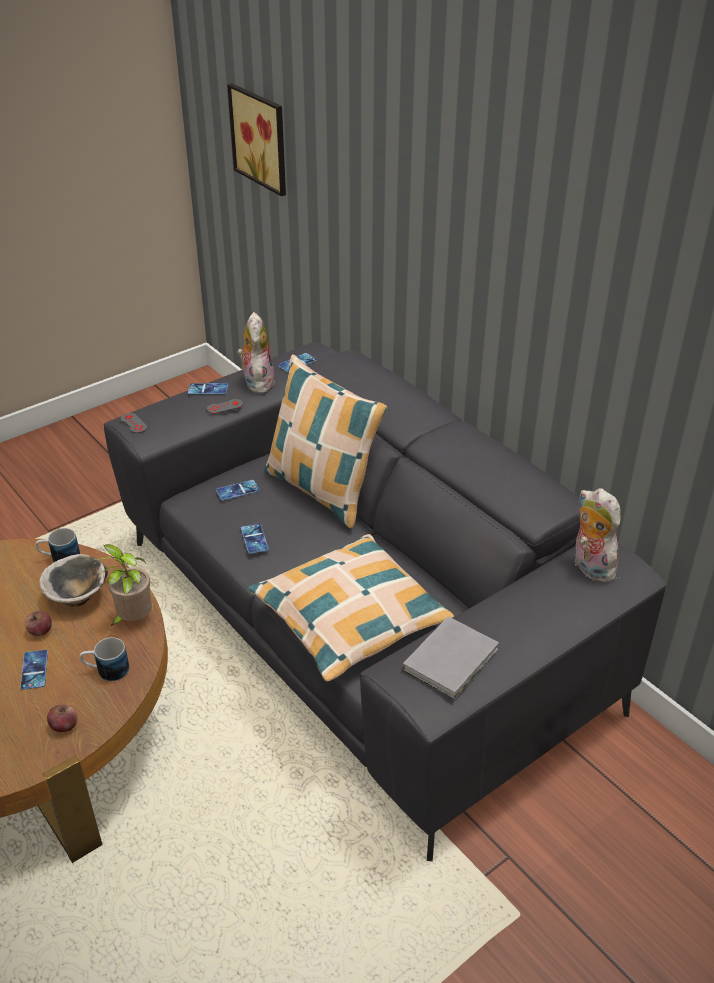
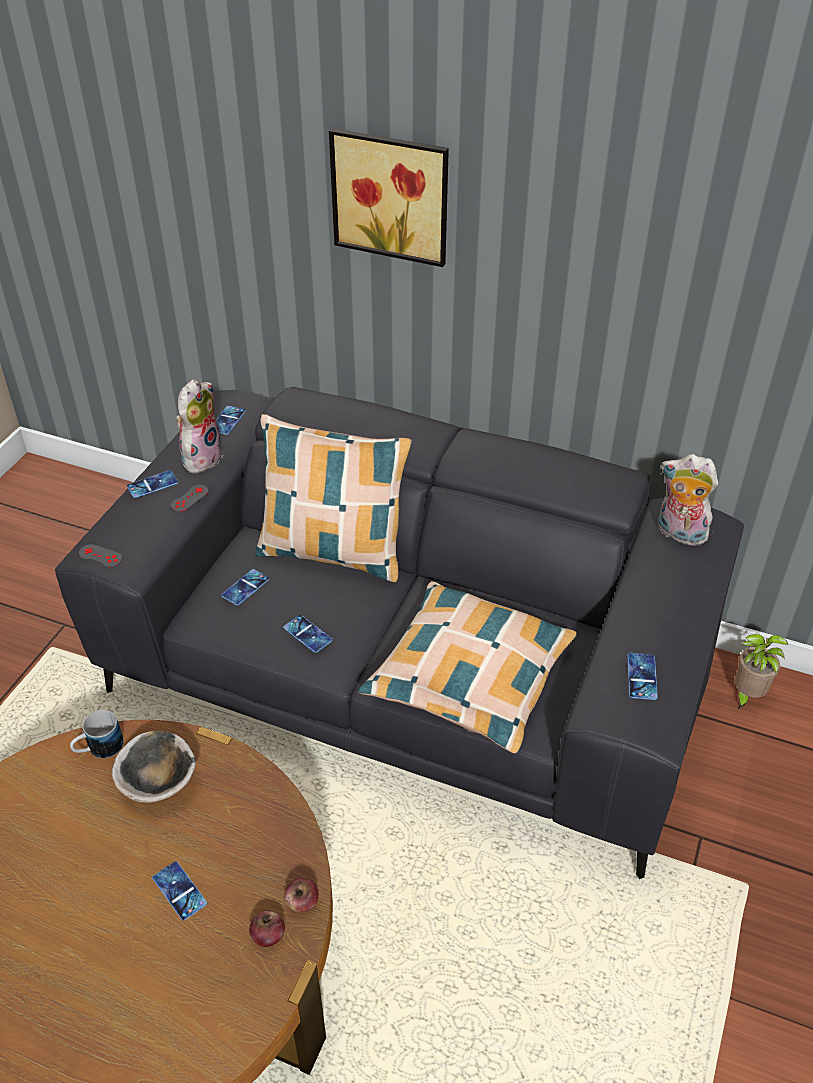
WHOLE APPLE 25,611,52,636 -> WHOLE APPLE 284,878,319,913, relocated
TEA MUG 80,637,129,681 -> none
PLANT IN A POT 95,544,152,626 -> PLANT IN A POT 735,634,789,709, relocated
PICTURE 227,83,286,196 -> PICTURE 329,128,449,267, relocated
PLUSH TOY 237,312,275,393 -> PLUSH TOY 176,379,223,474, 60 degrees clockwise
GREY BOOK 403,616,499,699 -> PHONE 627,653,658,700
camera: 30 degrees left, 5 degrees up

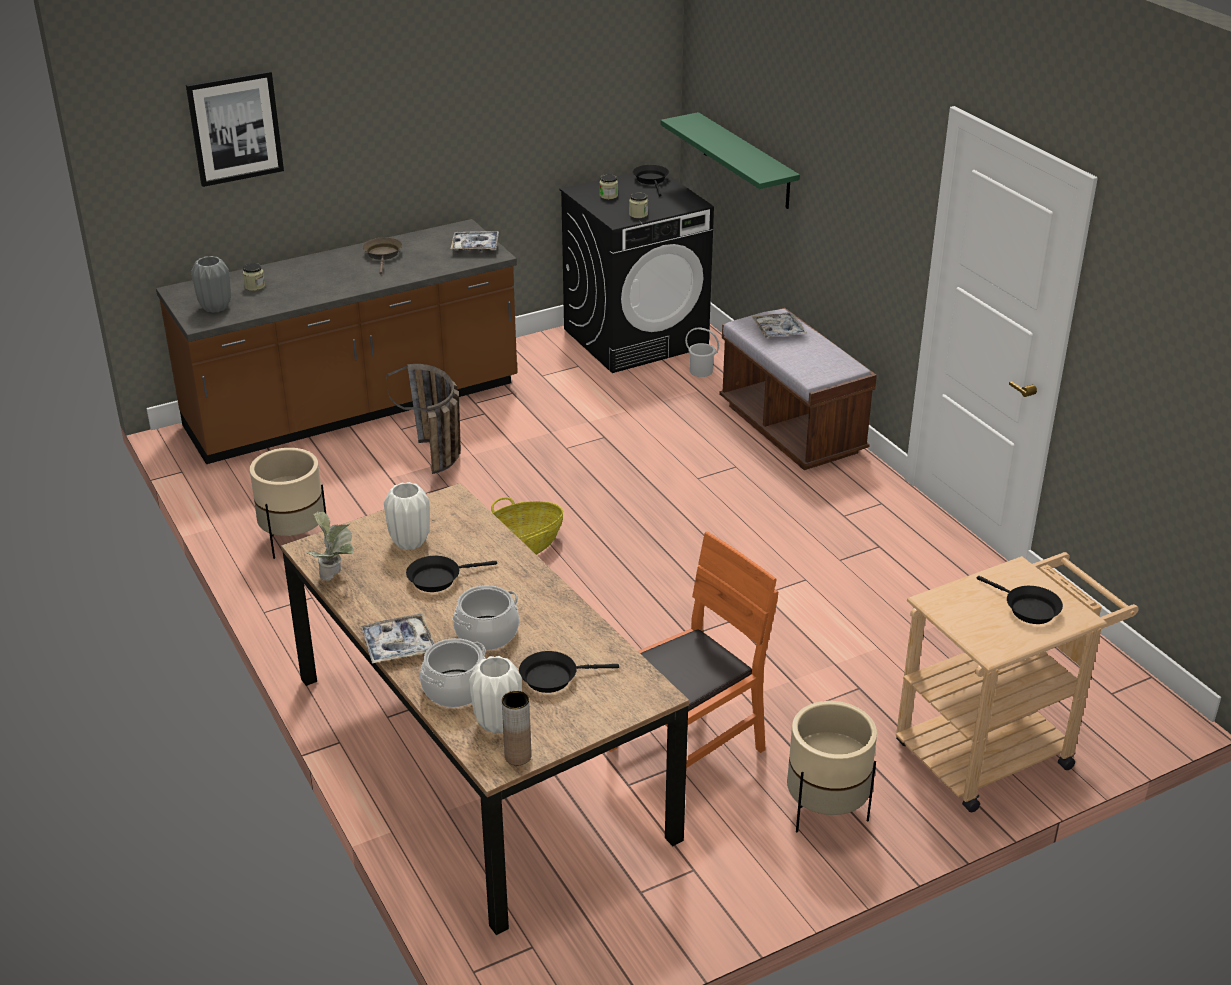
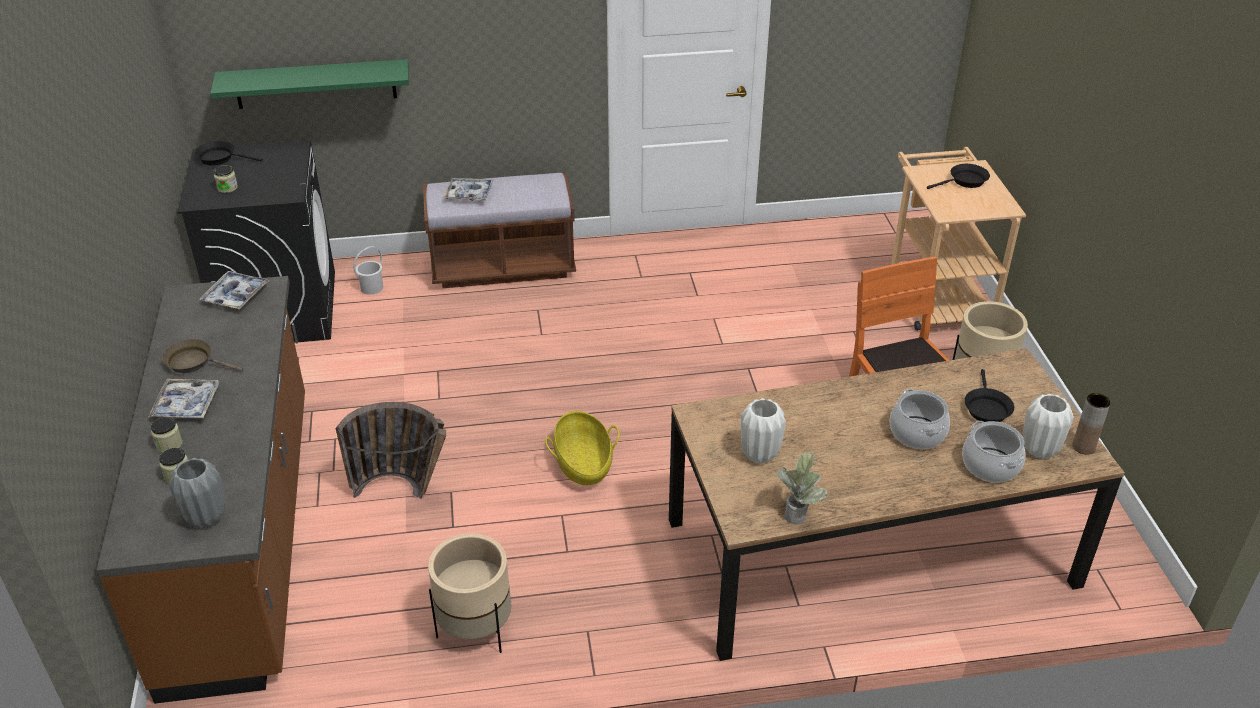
PICTURE 186,71,284,187 -> none
CARRYING TRAY 360,613,435,664 -> CARRYING TRAY 148,379,219,418, relocated
BLACK-COLOURED SKILLET 406,556,497,592 -> none
JAR 629,193,648,218 -> JAR 151,417,183,453, relocated
camera: 70 degrees left, 5 degrees up

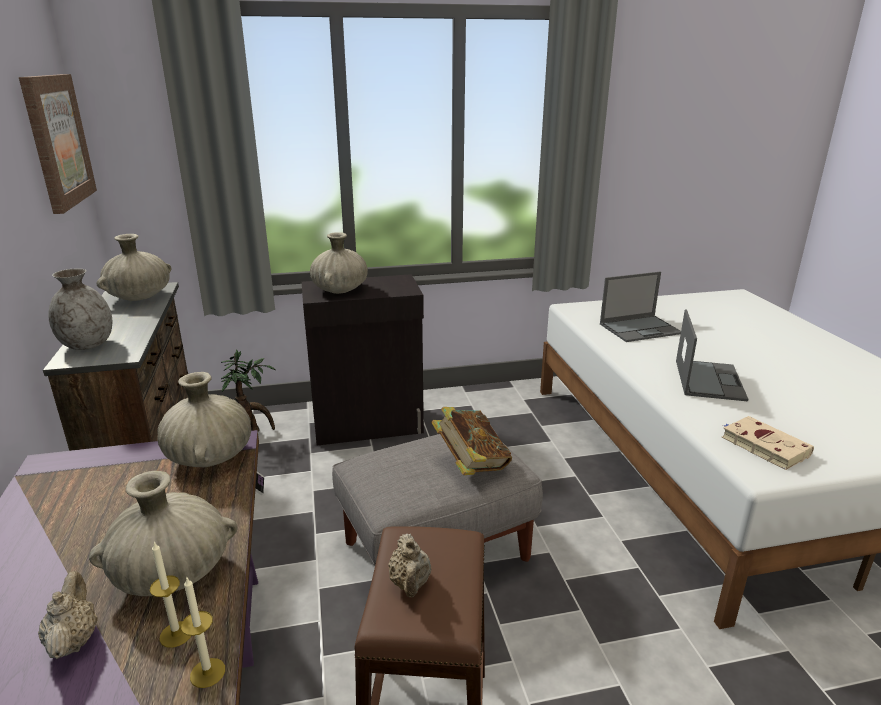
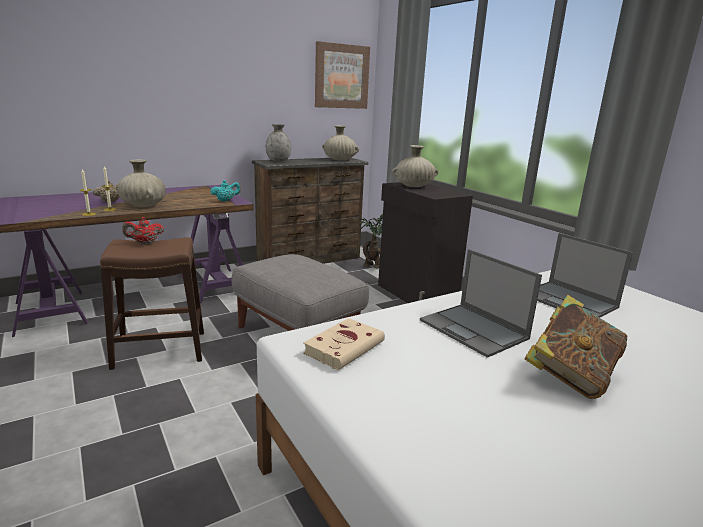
SAND-COLOURED FLOWER VASE 157,372,251,467 -> BLUE-GREEN TEAPOT 210,180,241,201
SAND-COLOURED TEAPOT 388,534,431,597 -> RED-COLOURED TEAPOT 122,217,164,244
BOOK 431,407,512,475 -> BOOK 524,295,627,399, relocated
NOTEBOOK COMPUTER 676,310,748,401 -> NOTEBOOK COMPUTER 420,249,542,358, 60 degrees clockwise
camera: 70 degrees right, 5 degrees down

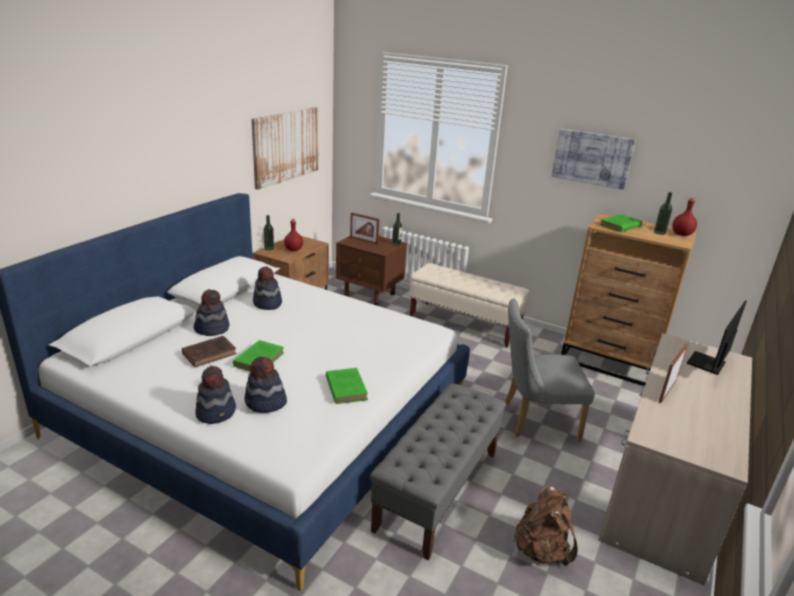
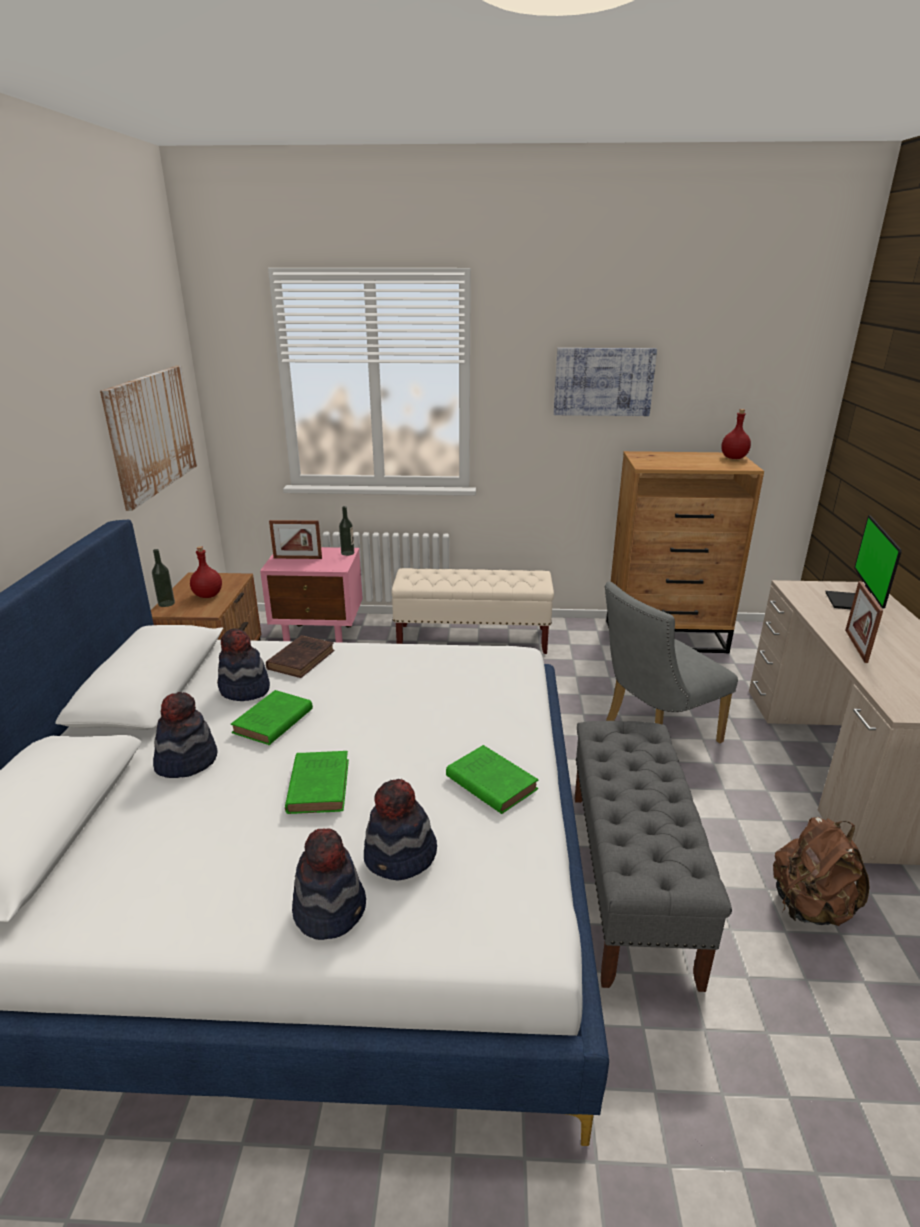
BROWN BOOK 182,336,237,367 -> BROWN BOOK 266,635,335,678, relocated
BROWN BEDSIDE TABLE 336,236,407,306 -> PINKISH BEDSIDE TABLE 260,547,363,643
GREEN BOOK 600,214,642,232 -> GREEN BOOK 231,690,313,745, relocated
DRINK BOTTLE 654,192,672,235 -> none
camera: 25 degrees left, 0 degrees up

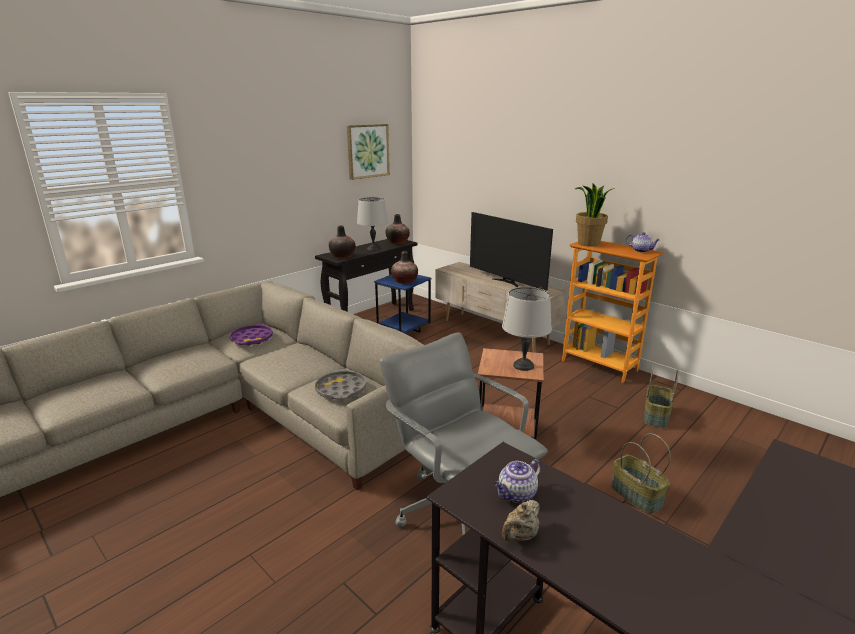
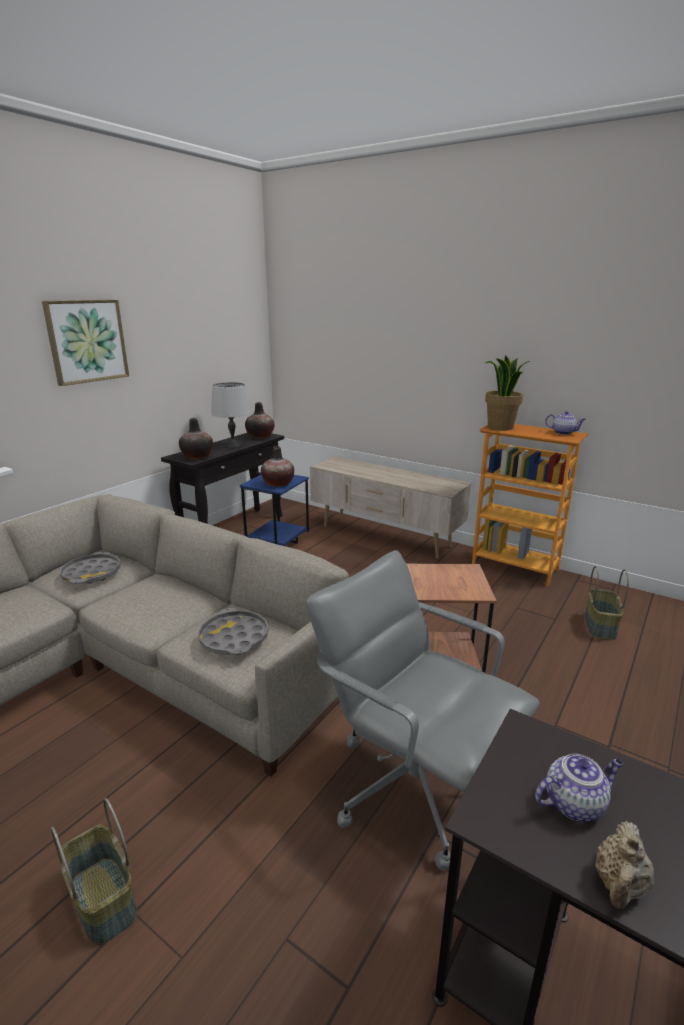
PURPLE CARRYING TRAY 229,324,273,346 -> GREY CARRYING TRAY 60,552,120,584
PICTURE 347,124,390,180 -> PICTURE 42,300,129,386, relocated
TELEVISION 470,212,553,291 -> none
TEAPOT 494,459,542,503 -> TEAPOT 535,754,623,821, 150 degrees counterclockwise
GREY LAMP FOR A TABLE 502,287,552,371 -> none
HOUSEHOLD BASKET 611,434,671,514 -> HOUSEHOLD BASKET 51,798,137,945, relocated
camera: 10 degrees left, 0 degrees up

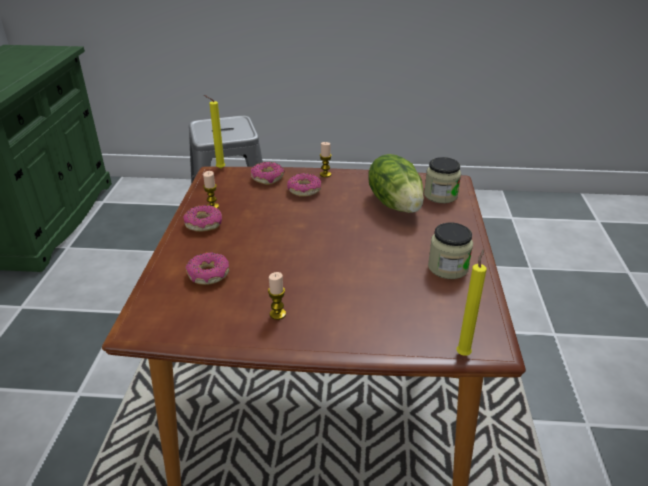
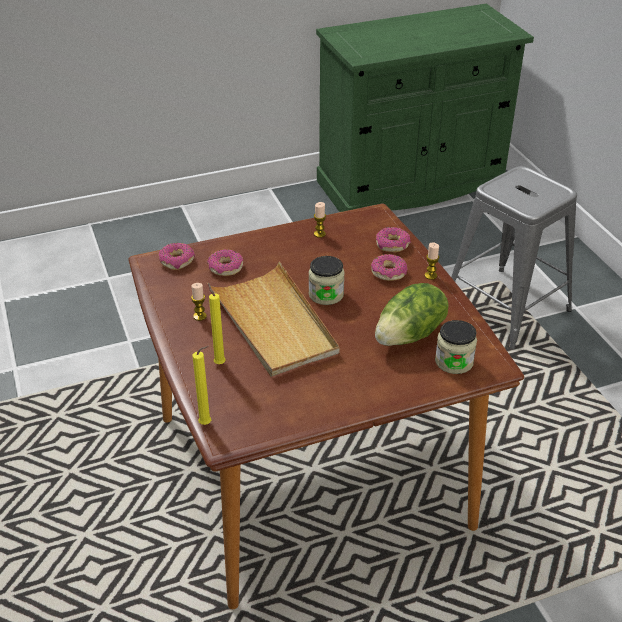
DONUT 183,205,222,232 -> DONUT 159,243,195,270, relocated
YELLOW-COLOURED WAX LIGHT 204,95,225,169 -> YELLOW-COLOURED WAX LIGHT 208,283,226,364, relocated
JAR 428,223,473,279 -> JAR 309,256,345,305, relocated
none -> SAND-COLOURED CARRYING TRAY 207,261,340,377
camera: 65 degrees right, 5 degrees up

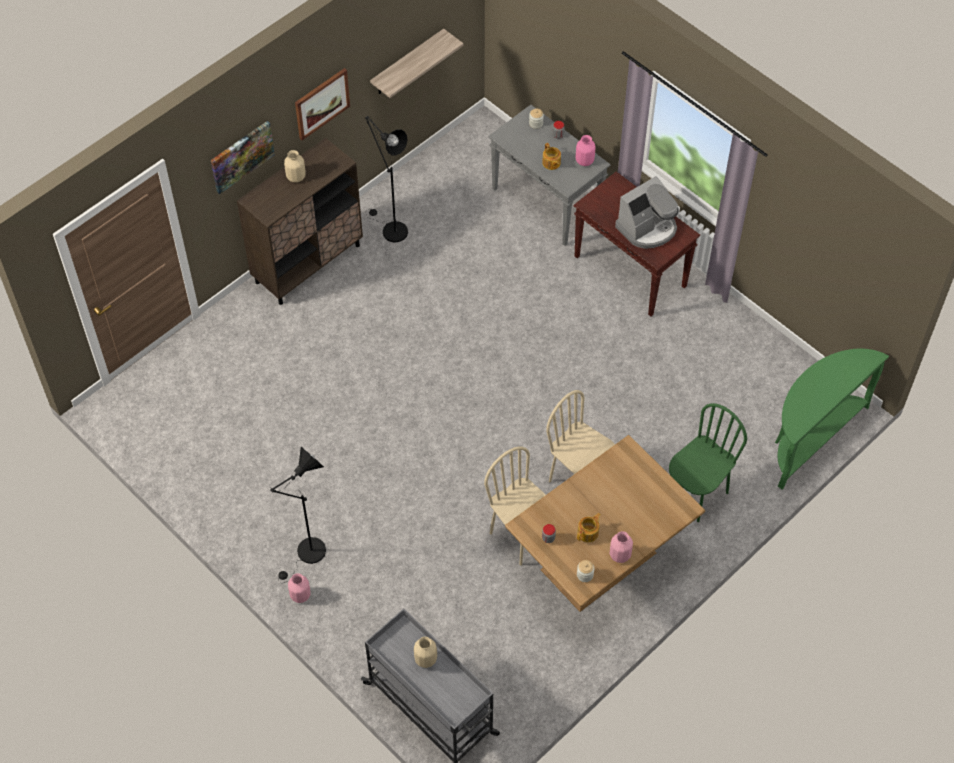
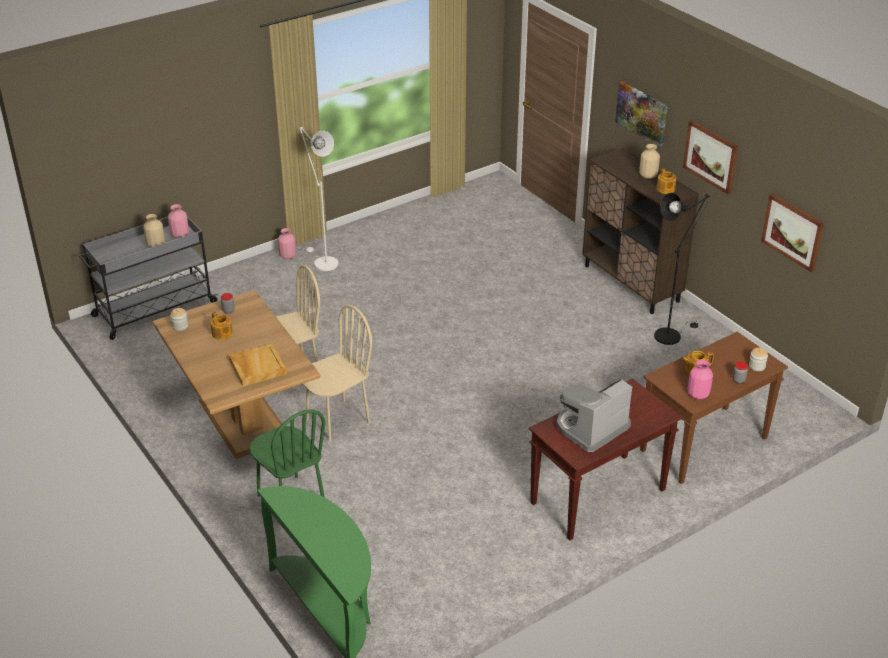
BLACK-COLOURED FLOOR LAMP 270,447,326,583 -> WHITISH FLOOR LAMP 299,127,338,271
BRACKET SHELF 370,29,464,98 -> PICTURE 761,194,824,272
GREY CONSOLE TABLE 488,105,611,246 -> BROWN CONSOLE TABLE 640,332,788,484
PINKISH FLOWER VASE 610,531,633,563 -> PINKISH FLOWER VASE 168,204,189,238, relocated
COFFEE BREWER 615,176,679,249 -> COFFEE BREWER 557,379,632,452, 75 degrees clockwise
none -> SAND-COLOURED CARRYING TRAY 229,344,287,386
none -> TEAPOT 656,168,676,194
camera: 100 degrees right, 20 degrees down

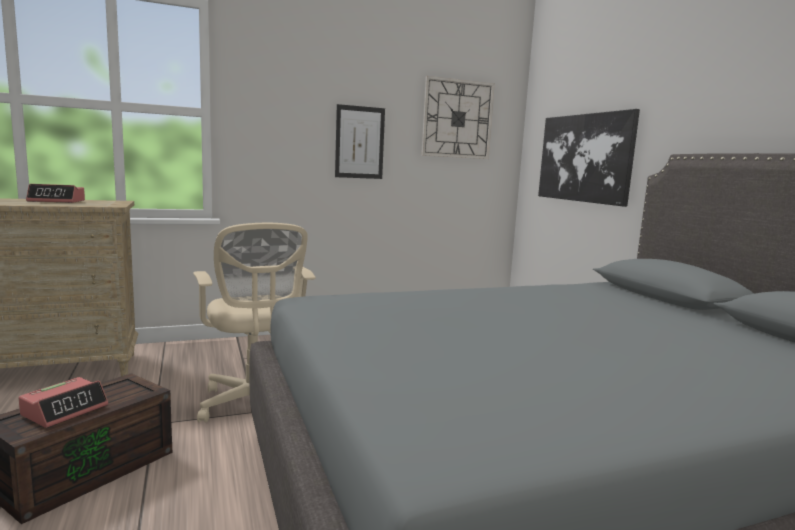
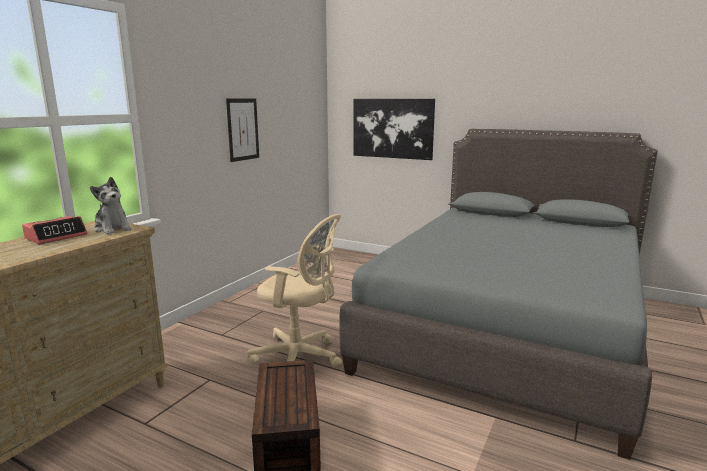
TABLE CLOCK 19,377,108,428 -> none
CLOCK ON THE WALL 421,76,495,159 -> none
none -> PLUSH TOY 90,177,132,234
camera: 40 degrees left, 5 degrees up

